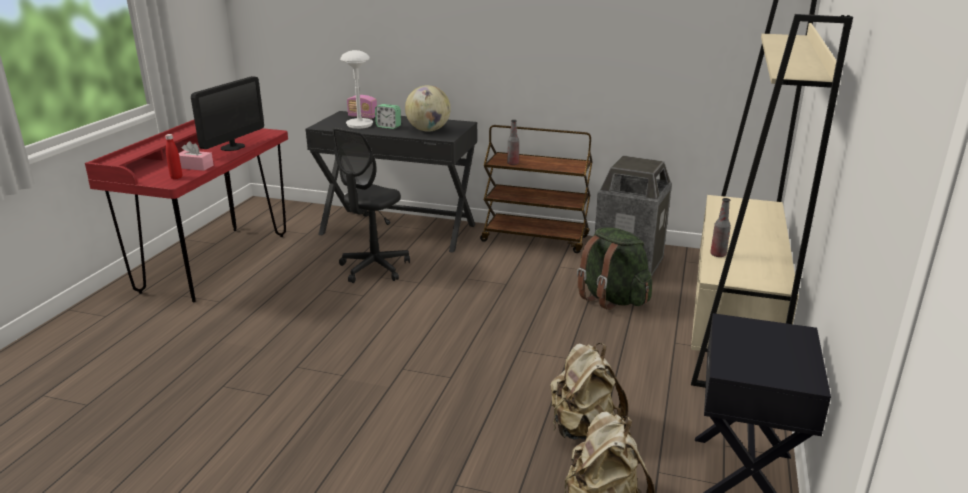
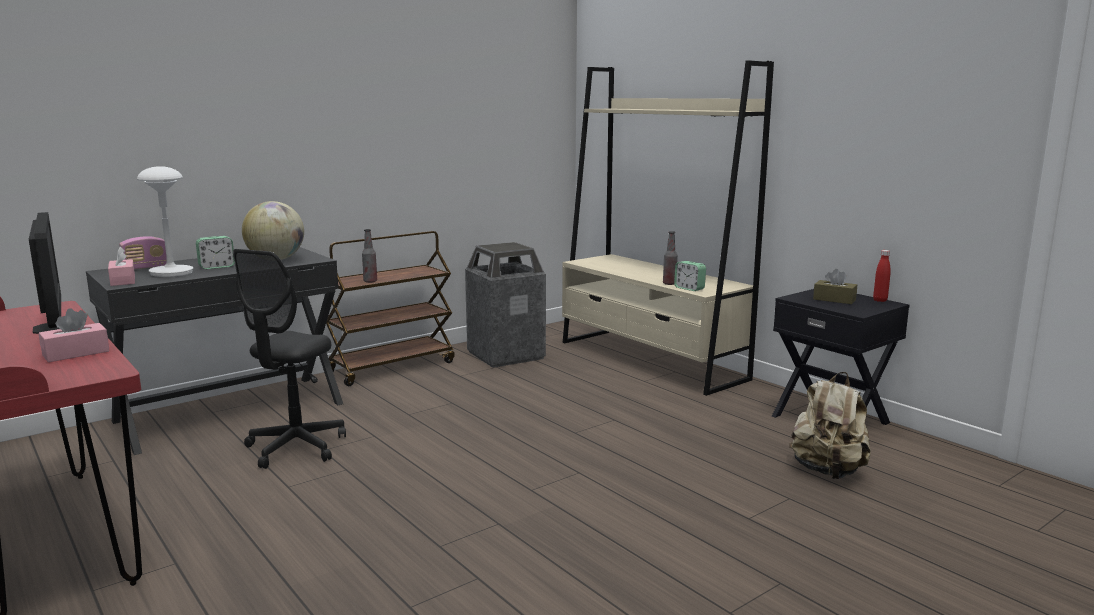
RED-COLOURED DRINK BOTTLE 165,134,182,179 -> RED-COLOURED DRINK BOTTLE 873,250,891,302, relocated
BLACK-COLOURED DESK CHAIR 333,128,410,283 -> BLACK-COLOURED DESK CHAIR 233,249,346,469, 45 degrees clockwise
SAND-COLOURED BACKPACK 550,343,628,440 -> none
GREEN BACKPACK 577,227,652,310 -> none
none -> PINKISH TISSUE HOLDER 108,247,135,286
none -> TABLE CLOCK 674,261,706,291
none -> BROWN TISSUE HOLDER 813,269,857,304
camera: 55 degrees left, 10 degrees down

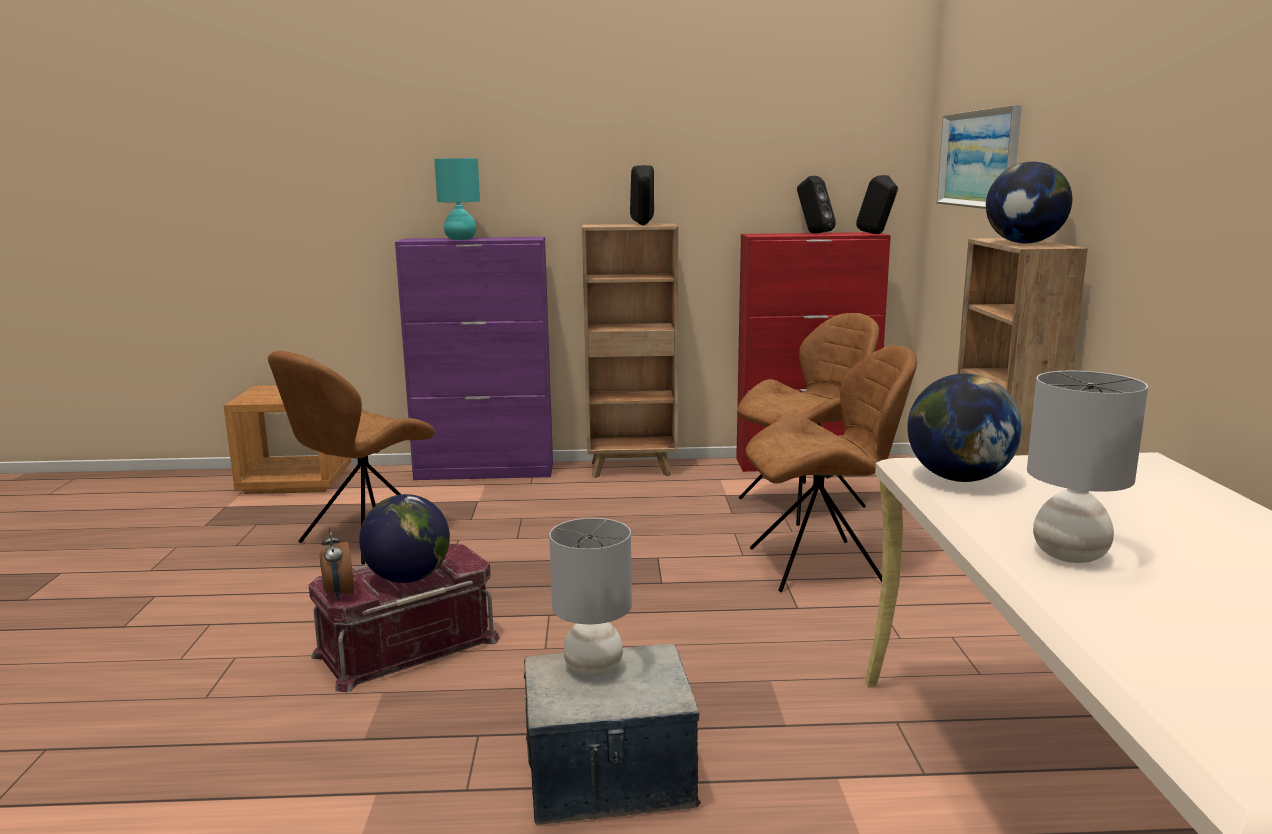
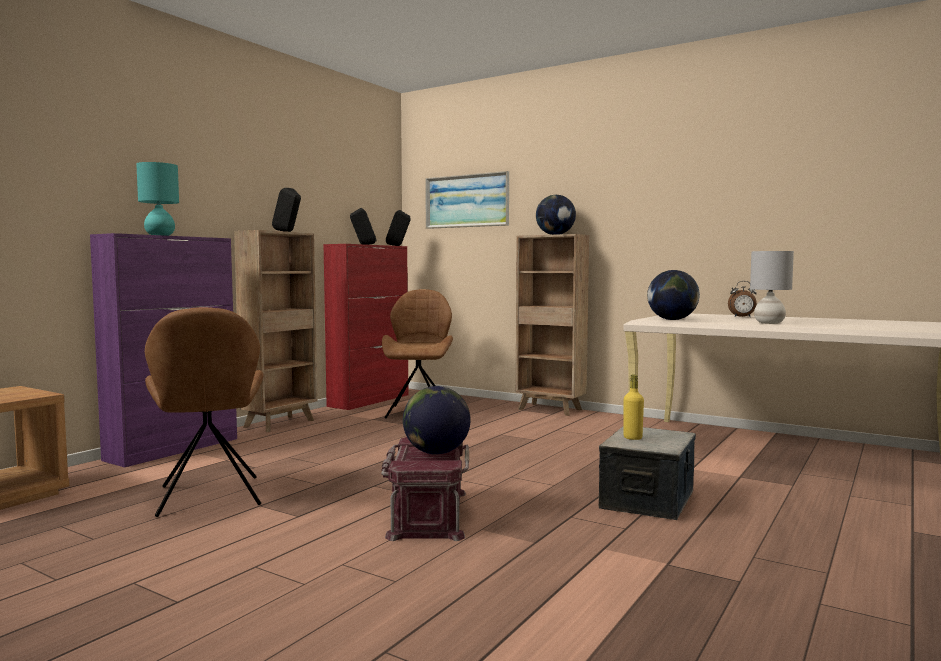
TABLE CLOCK 320,527,354,599 -> TABLE CLOCK 728,281,757,317, relocated
GREY LAMP FOR A TABLE 549,518,632,677 -> YELLOW-COLOURED DRINK BOTTLE 623,375,644,440
BROWN PLAIN CHAIR 745,346,917,592 -> none
camera: 55 degrees left, 10 degrees down

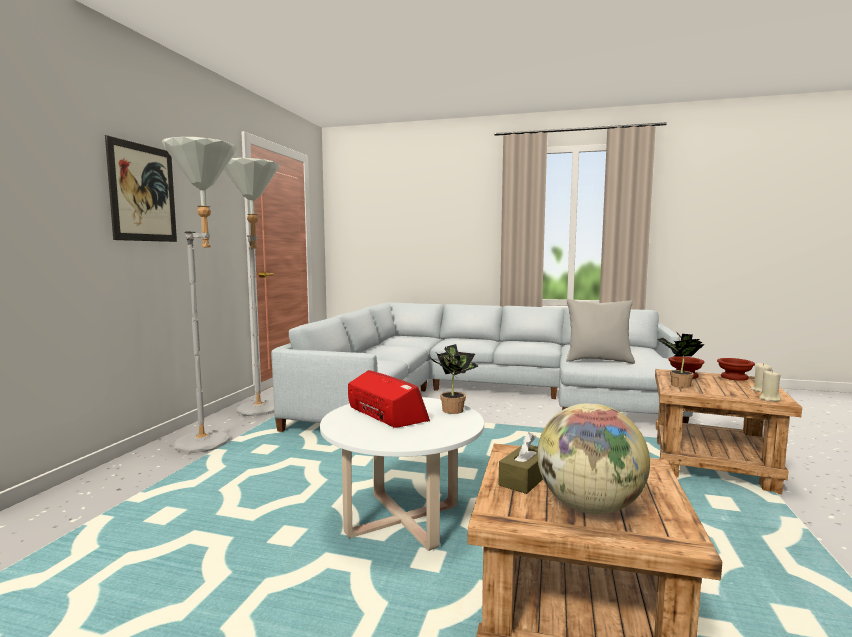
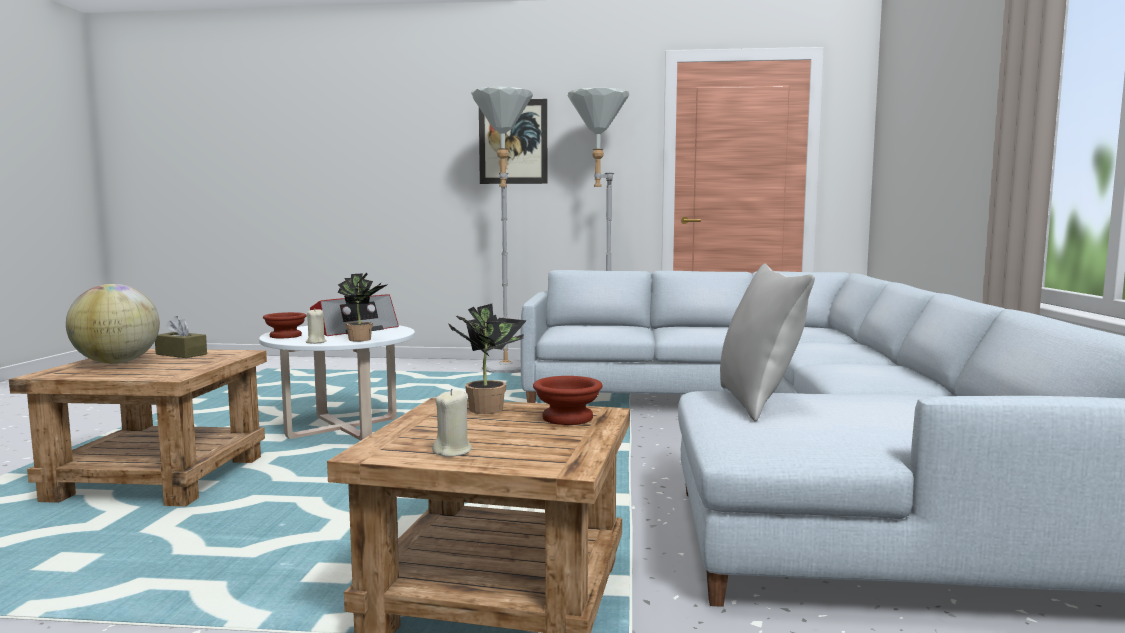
BROWN DEEP DISH 717,358,755,381 -> BROWN DEEP DISH 263,312,307,338, relocated
SAND-COLOURED WAX LIGHT 759,370,781,402 -> SAND-COLOURED WAX LIGHT 306,308,327,344, relocated
camera: 80 degrees right, 0 degrees up

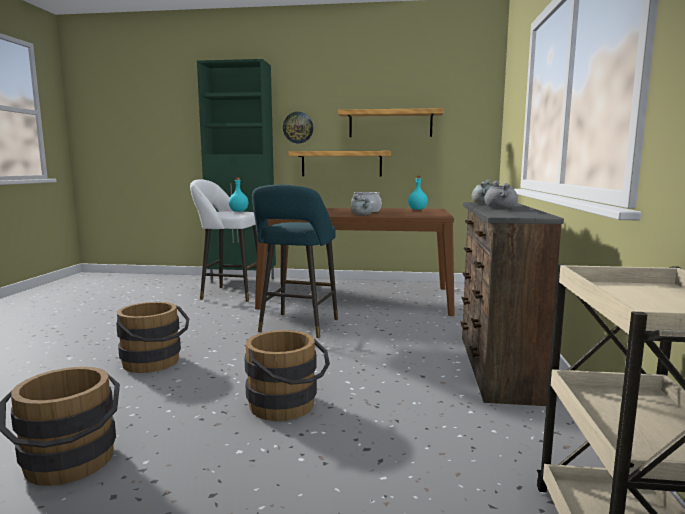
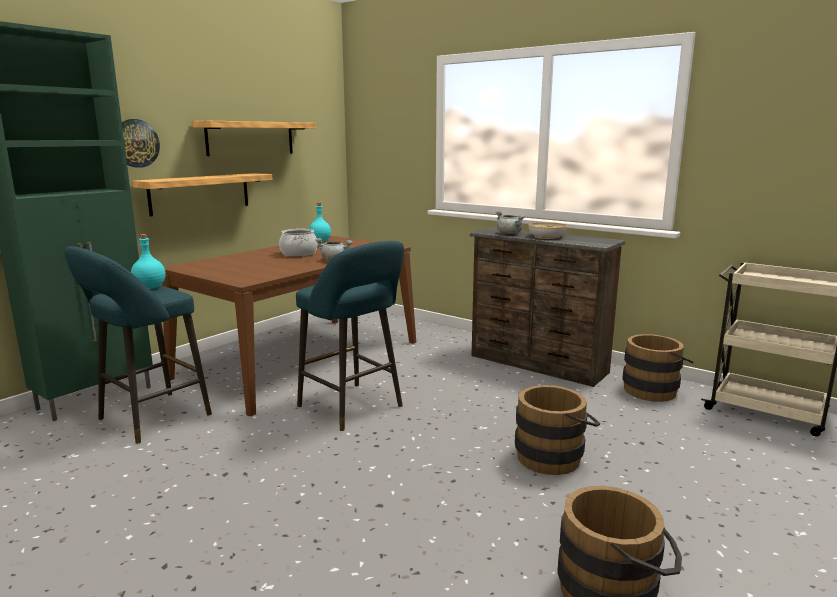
BROWN BUCKET 116,302,189,373 -> BROWN BUCKET 622,334,693,402, relocated
WHITISH SITTING STOOL 190,179,257,302 -> BLUE-GREEN SITTING STOOL 64,246,212,443
GREY COOKING POT 484,180,518,209 -> DEEP DISH 528,222,567,239
camera: 60 degrees left, 5 degrees up

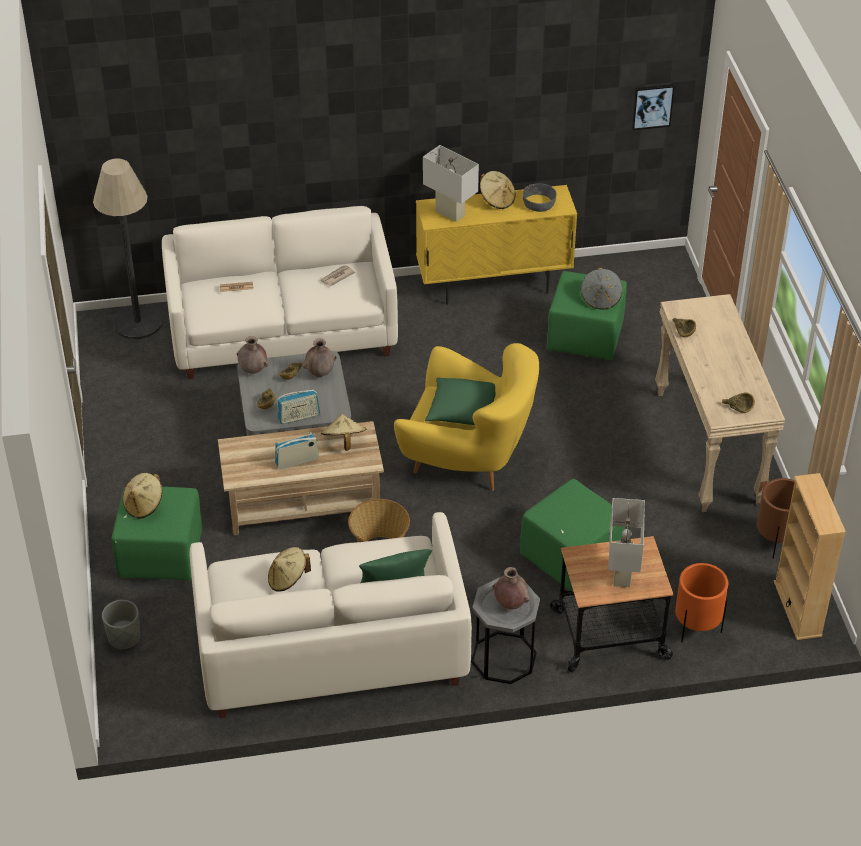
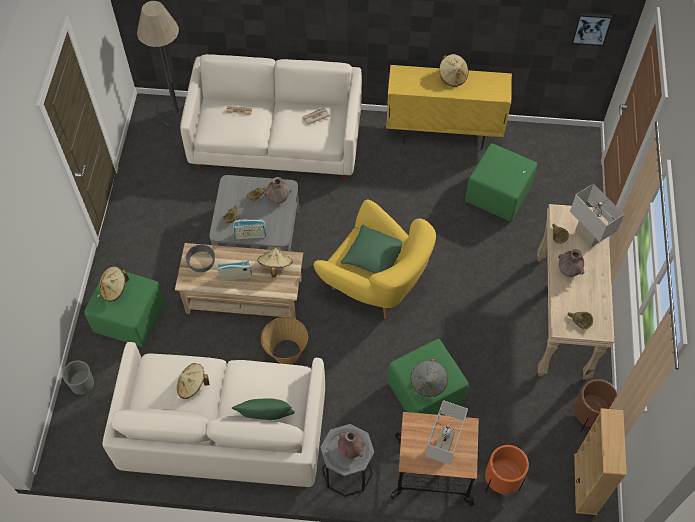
BROWN FLOWER VASE 237,336,269,374 -> BROWN FLOWER VASE 558,249,584,277, relocated
WHITISH LAMP FOR A TABLE 423,145,479,222 -> WHITISH LAMP FOR A TABLE 570,183,624,247, relocated
GREY DEEP DISH 523,183,557,212 -> GREY DEEP DISH 186,245,215,272, relocated
GREY WEARABLE HAT 580,268,623,310 -> GREY WEARABLE HAT 411,358,448,397, relocated
camera: 15 degrees right, 15 degrees up

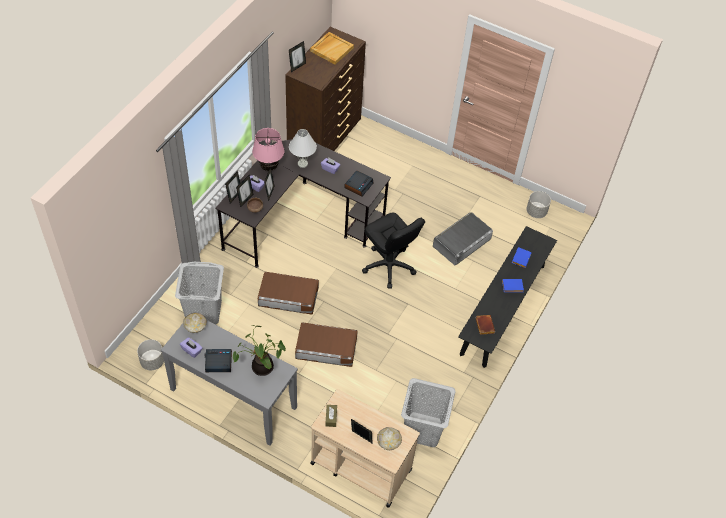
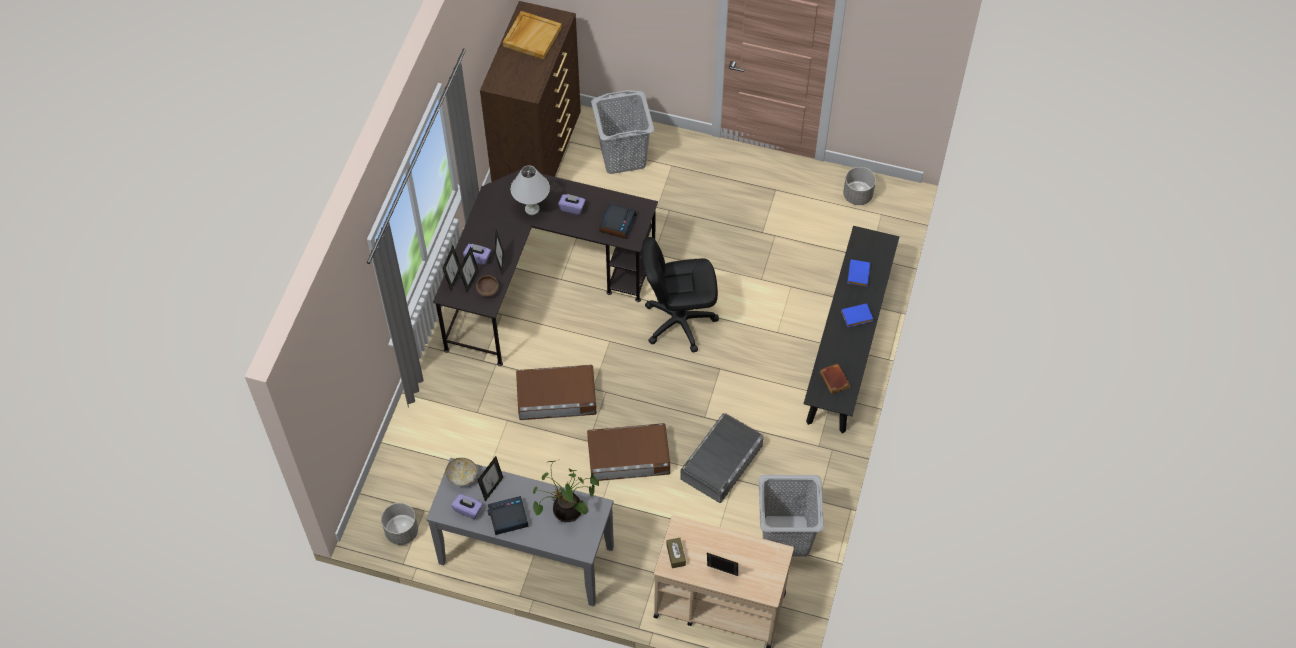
GREY LAUNDRY BASKET 175,262,224,325 -> GREY LAUNDRY BASKET 591,90,654,174, relocated
PINKISH LAMP FOR A TABLE 252,128,285,171 -> none
PHOTO FRAME 289,41,306,72 -> PHOTO FRAME 478,456,503,501, relocated
BLACK-COLOURED DESK CHAIR 362,213,425,289 -> BLACK-COLOURED DESK CHAIR 642,237,719,353, 135 degrees clockwise
DEEP DISH 377,427,402,450 -> none
GREY STORAGE CONTAINER 433,212,493,265 -> GREY STORAGE CONTAINER 680,413,763,503, relocated
camera: 10 degrees left, 5 degrees up

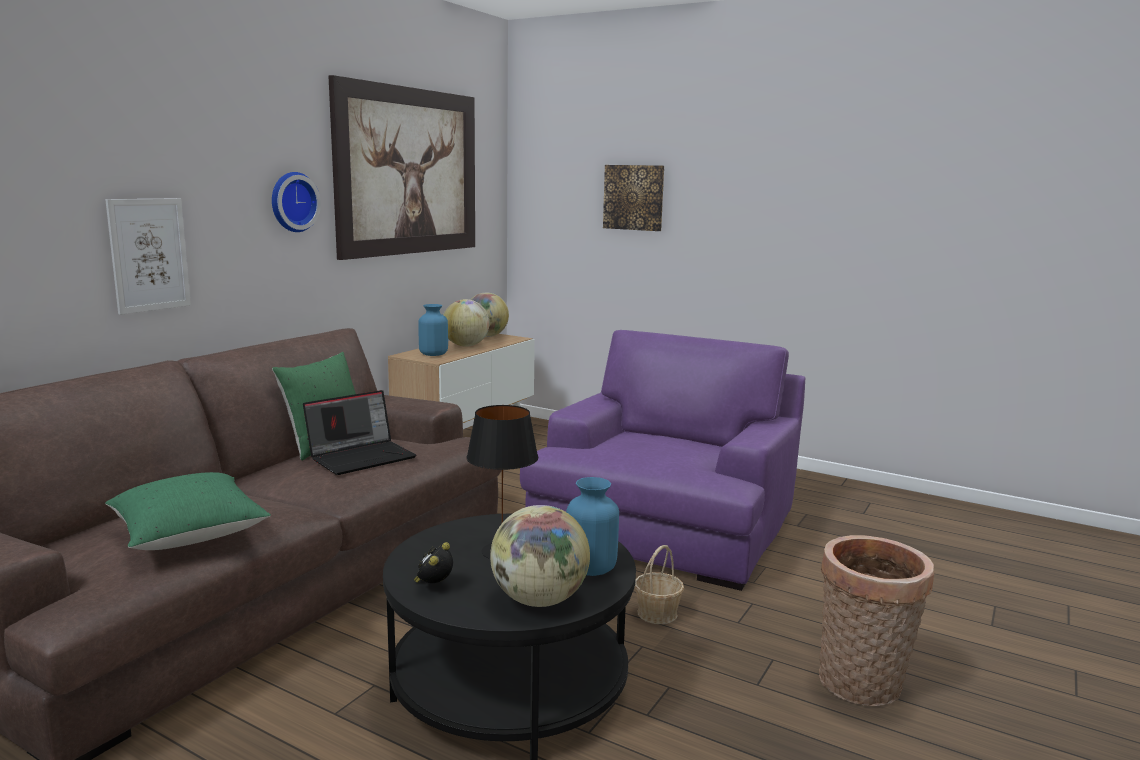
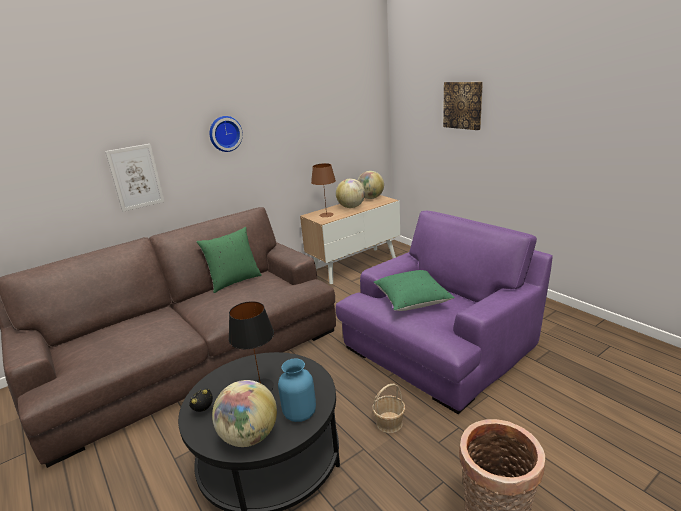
GREEN THROW PILLOW 105,472,271,550 -> GREEN THROW PILLOW 374,270,455,311, relocated
NOTEBOOK COMPUTER 303,390,416,475 -> none
PICTURE 328,75,475,260 -> none
BLUE-COLOURED FLOWER VASE 418,304,448,356 -> BROWN LAMP FOR A TABLE 311,163,336,217
camera: 25 degrees right, 10 degrees up

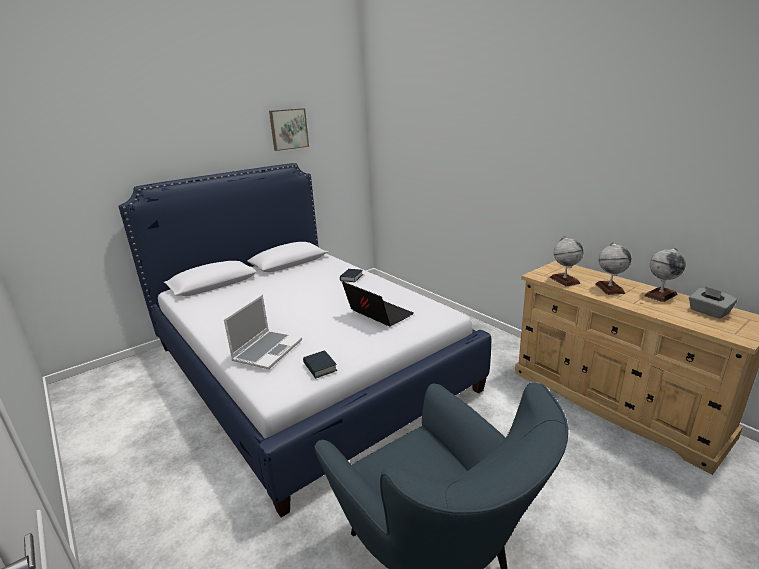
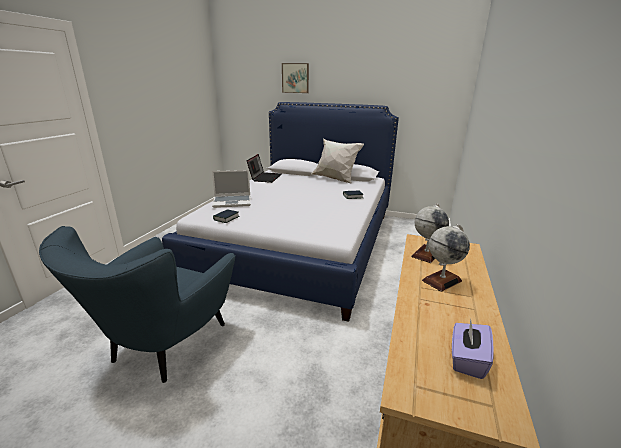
PICTURE 269,108,309,151 -> PICTURE 282,63,309,93, relocated
NOTEBOOK COMPUTER 342,282,414,327 -> NOTEBOOK COMPUTER 247,154,281,183, relocated
GLOBE 644,247,686,302 -> none
GREY TISSUE HOLDER 689,286,737,319 -> PURPLE TISSUE HOLDER 452,319,494,379
none -> WHITISH THROW PILLOW 311,138,364,183
camera: 55 degrees right, 0 degrees up

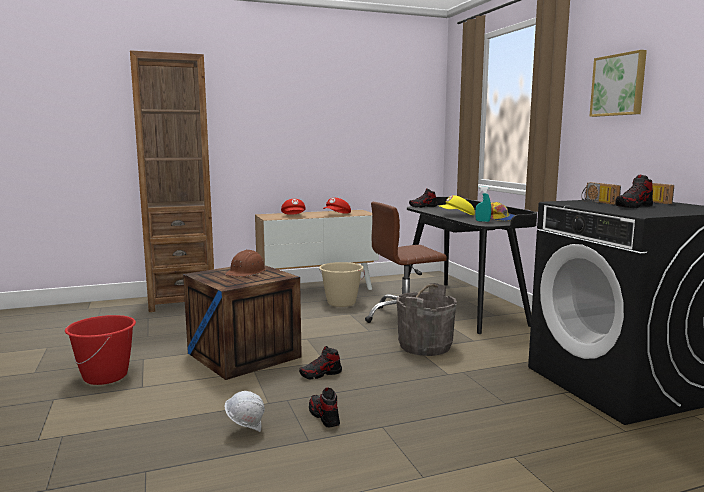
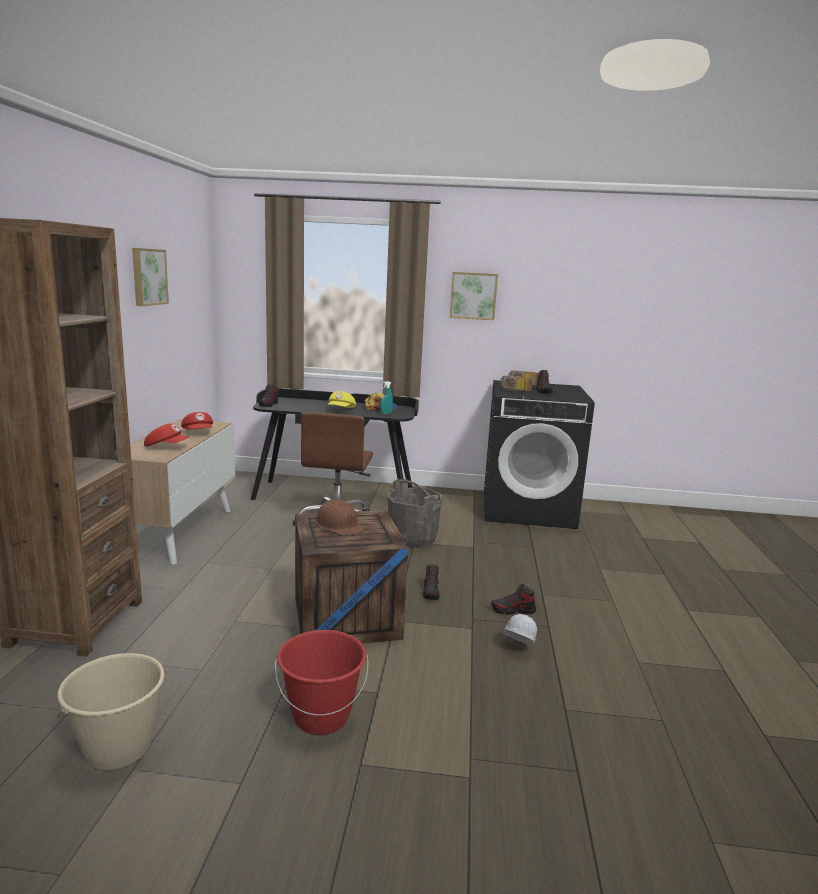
SAND-COLOURED BUCKET 319,262,365,307 -> SAND-COLOURED BUCKET 57,653,165,770, relocated
none -> PICTURE 132,248,169,306
camera: 65 degrees left, 5 degrees up

